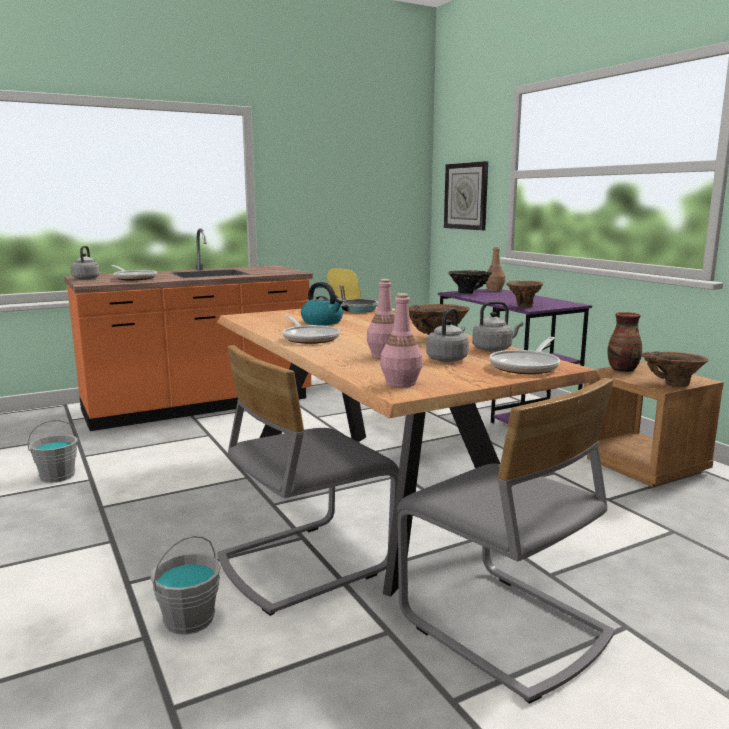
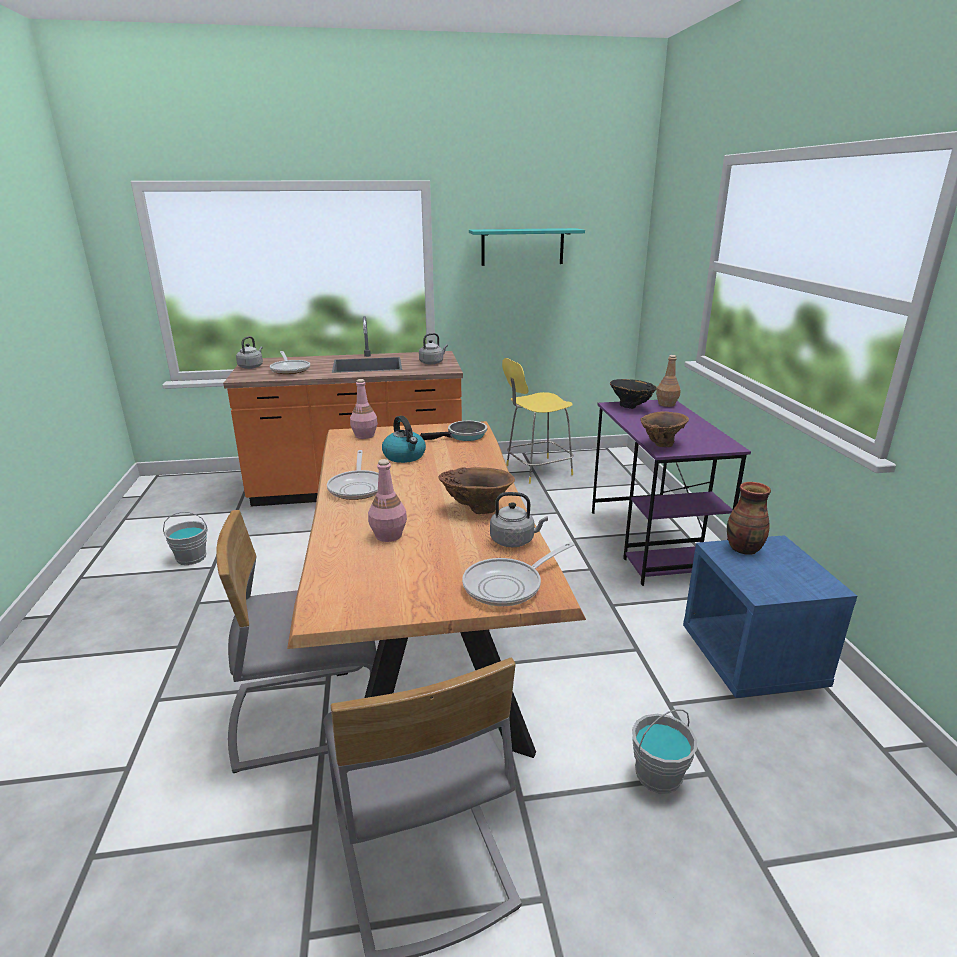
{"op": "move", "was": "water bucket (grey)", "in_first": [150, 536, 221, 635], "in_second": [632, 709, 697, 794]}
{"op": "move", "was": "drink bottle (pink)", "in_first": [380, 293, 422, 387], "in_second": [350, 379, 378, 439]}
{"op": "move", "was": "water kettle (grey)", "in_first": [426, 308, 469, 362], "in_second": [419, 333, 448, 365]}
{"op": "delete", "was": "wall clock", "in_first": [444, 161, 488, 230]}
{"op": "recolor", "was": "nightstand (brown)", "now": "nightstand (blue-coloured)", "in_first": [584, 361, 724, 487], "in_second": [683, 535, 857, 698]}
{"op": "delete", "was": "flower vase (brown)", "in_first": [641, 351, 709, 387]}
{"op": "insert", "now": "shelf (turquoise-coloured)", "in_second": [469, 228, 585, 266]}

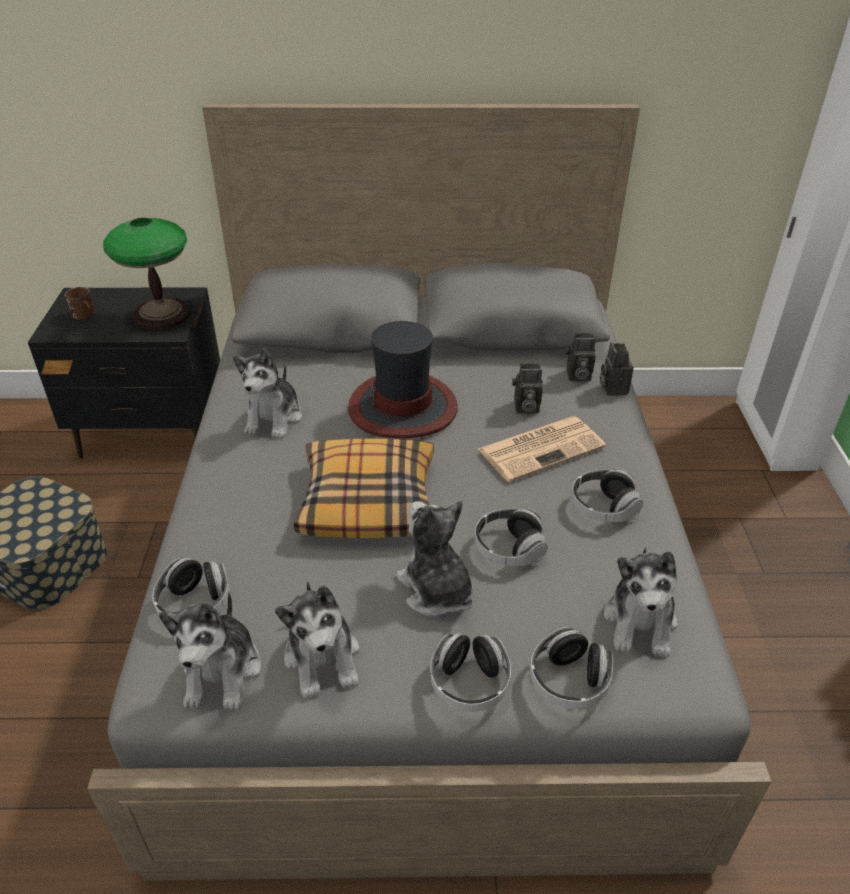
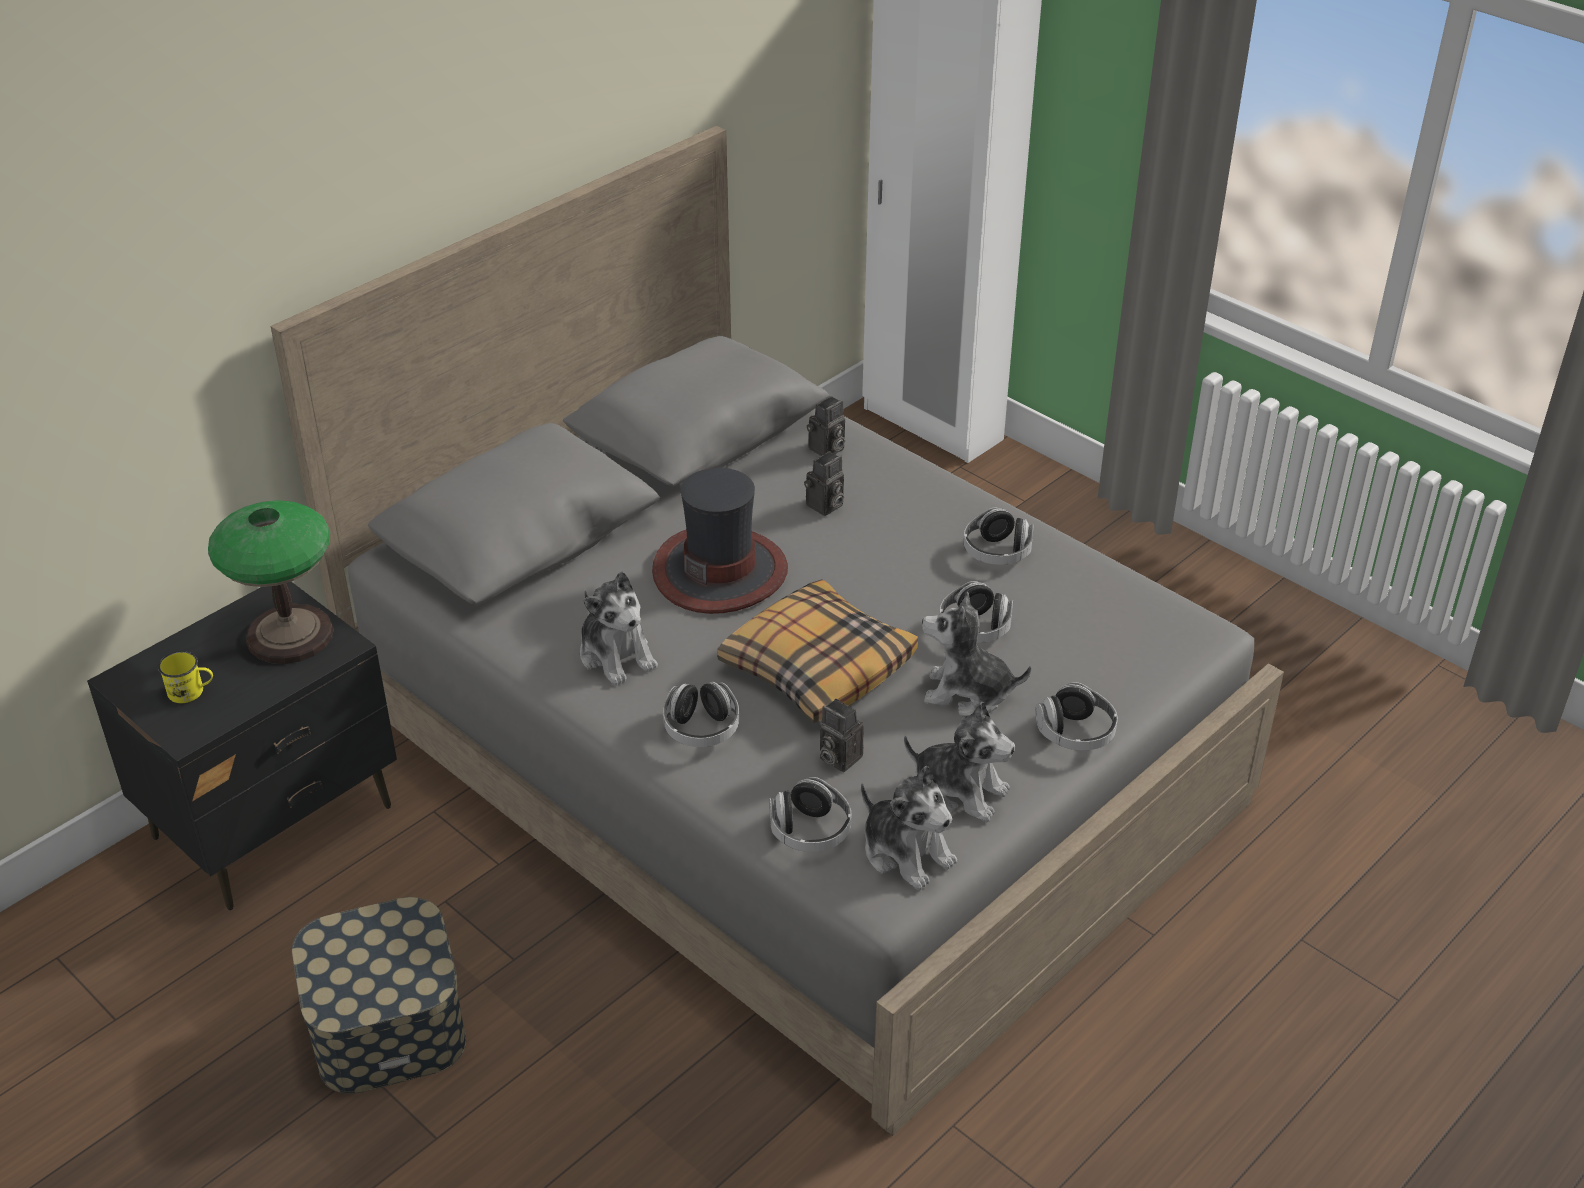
{"op": "recolor", "was": "tea mug (brown)", "now": "tea mug (yellow-coloured)", "in_first": [64, 287, 95, 320], "in_second": [158, 651, 213, 703]}
{"op": "delete", "was": "newspaper", "in_first": [478, 416, 606, 482]}
{"op": "move", "was": "headphones", "in_first": [530, 627, 613, 709], "in_second": [663, 682, 739, 747]}
{"op": "move", "was": "photo camera", "in_first": [600, 342, 634, 396], "in_second": [820, 699, 864, 772]}
{"op": "delete", "was": "cuddly toy", "in_first": [604, 547, 678, 658]}

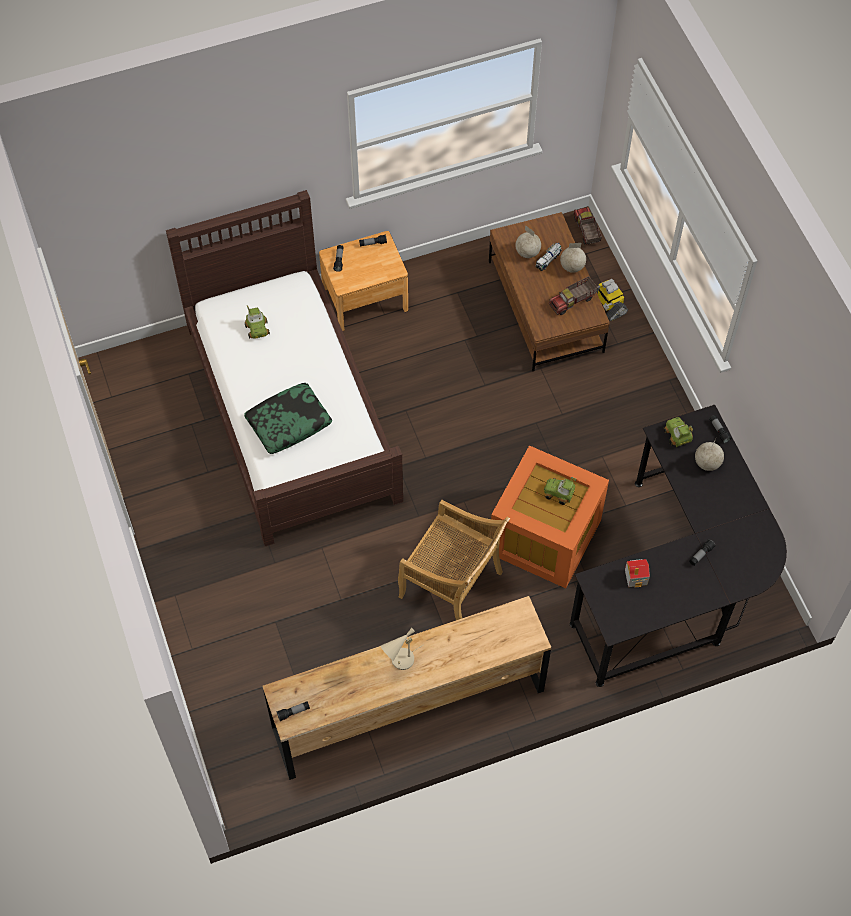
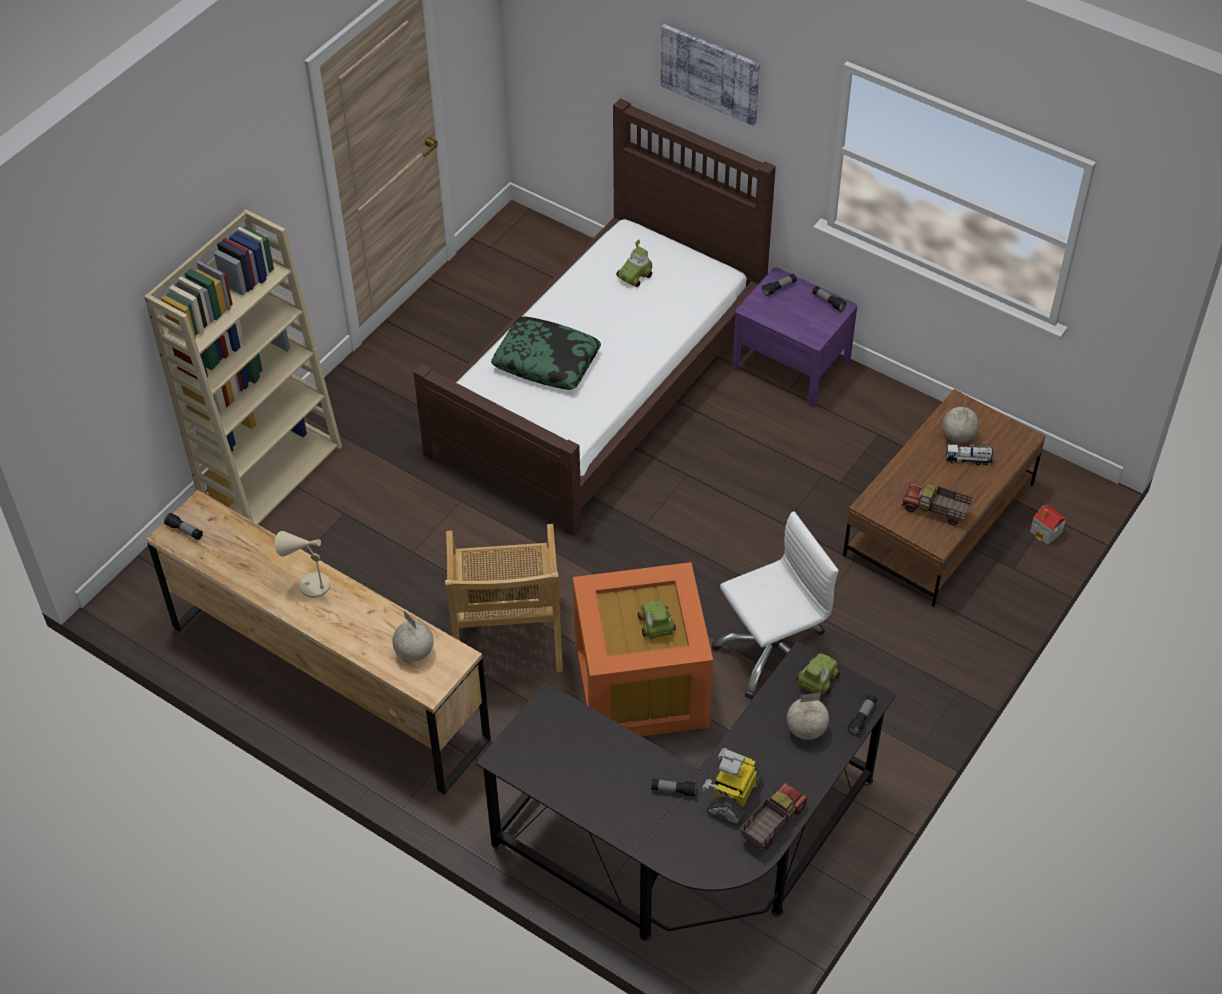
{"op": "recolor", "was": "nightstand (brown)", "now": "nightstand (purple)", "in_first": [319, 231, 408, 331], "in_second": [732, 267, 857, 407]}
{"op": "move", "was": "globe", "in_first": [560, 243, 586, 273], "in_second": [392, 611, 434, 662]}
{"op": "move", "was": "model truck", "in_first": [573, 207, 602, 245], "in_second": [740, 782, 807, 851]}
{"op": "move", "was": "robot figure", "in_first": [596, 279, 628, 321], "in_second": [702, 748, 763, 825]}
{"op": "move", "was": "model house", "in_first": [625, 559, 650, 587], "in_second": [1030, 505, 1067, 545]}
{"op": "insert", "now": "bookcase (beige-coloured)", "in_second": [144, 209, 342, 524]}
{"op": "insert", "now": "wall picture", "in_second": [660, 24, 760, 126]}
{"op": "insert", "now": "computer chair (white-coloured)", "in_second": [712, 511, 839, 699]}

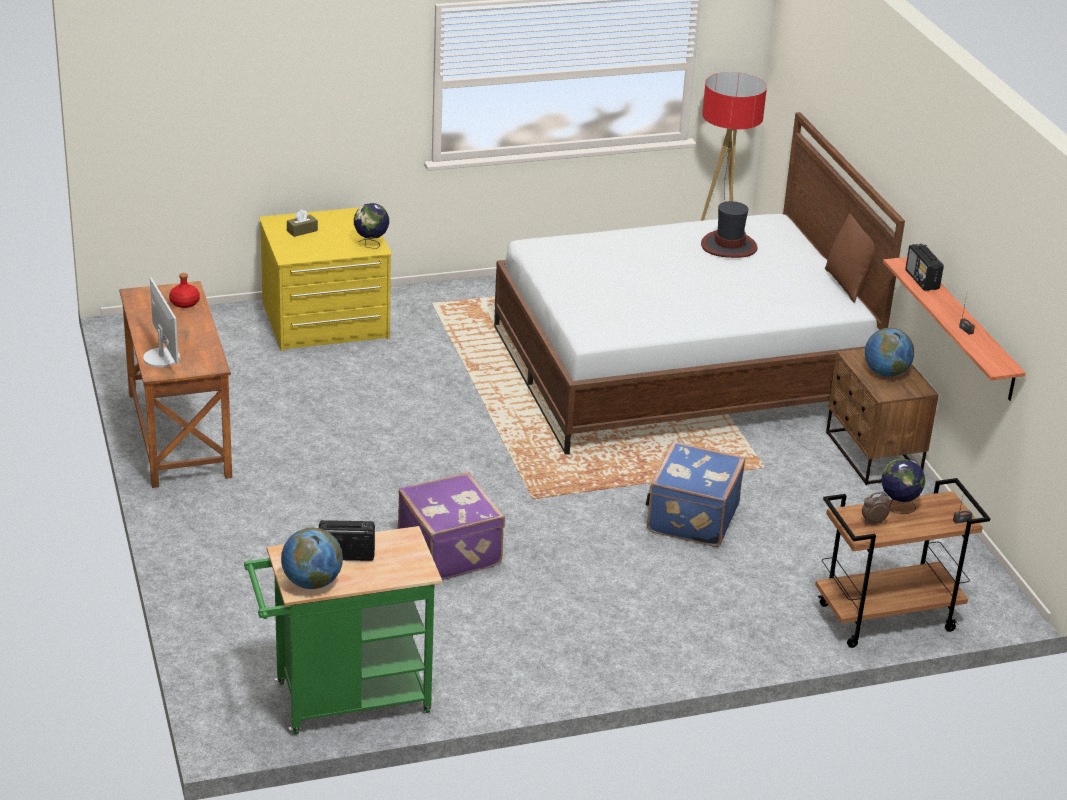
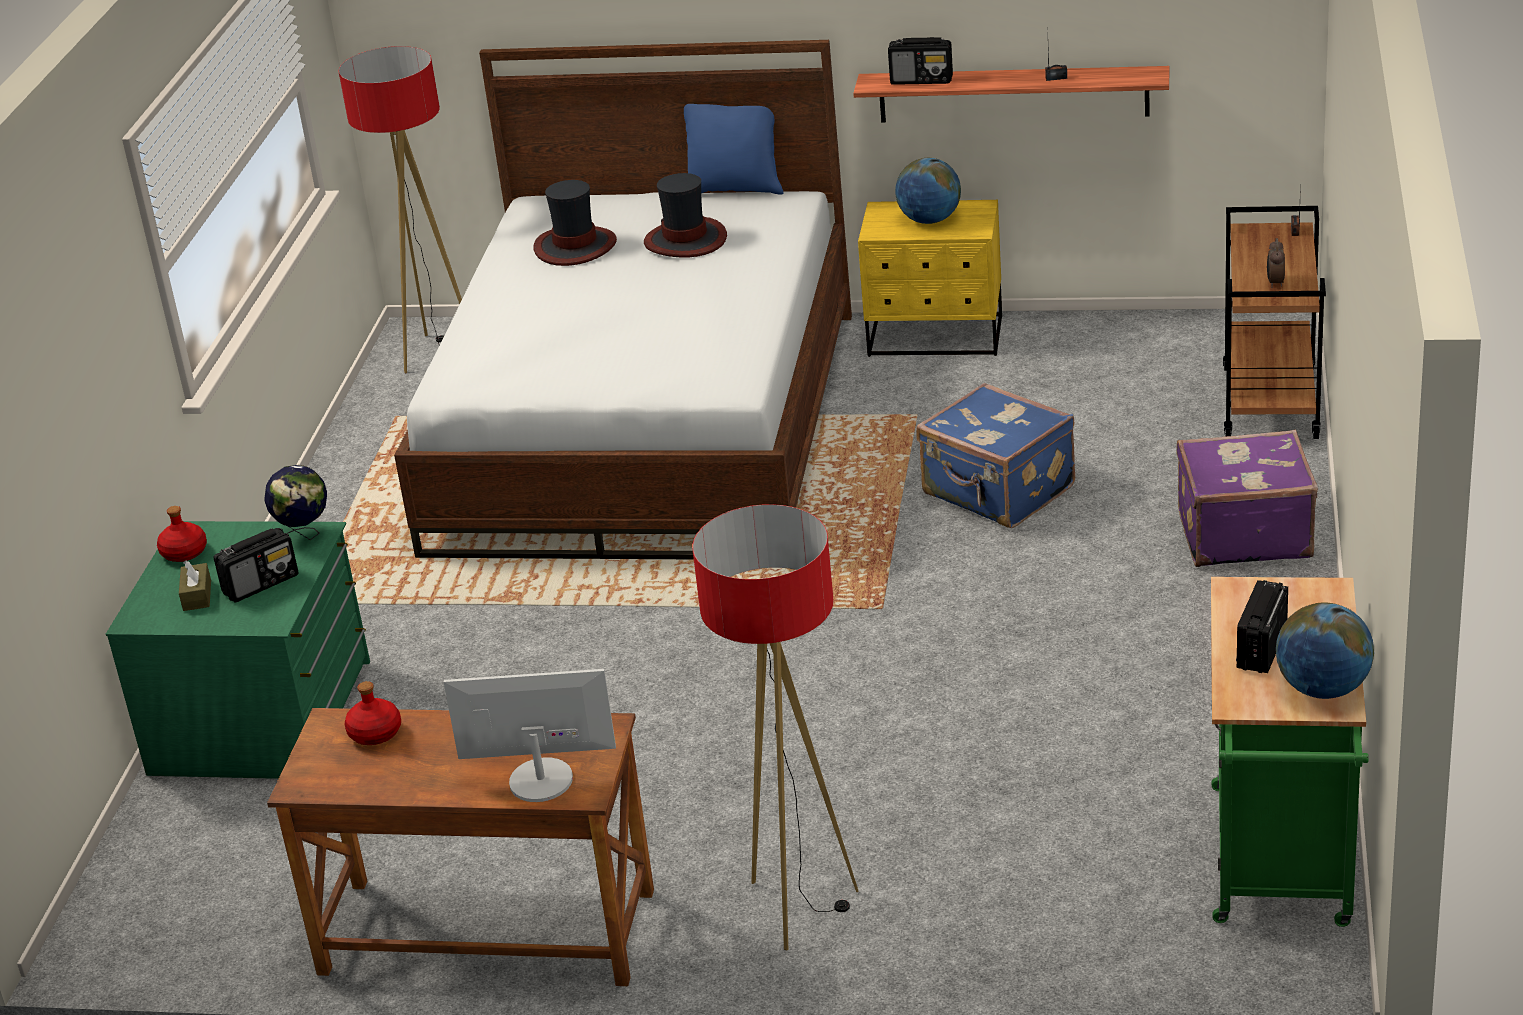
{"op": "recolor", "was": "chest of drawers (yellow-coloured)", "now": "chest of drawers (green)", "in_first": [259, 207, 392, 351], "in_second": [106, 521, 370, 779]}
{"op": "move", "was": "piece of luggage (purple)", "in_first": [398, 472, 505, 580], "in_second": [1177, 430, 1318, 567]}
{"op": "recolor", "was": "pillow (brown)", "now": "pillow (blue-coloured)", "in_first": [825, 213, 875, 303], "in_second": [684, 104, 784, 194]}
{"op": "recolor", "was": "nightstand (brown)", "now": "nightstand (yellow-coloured)", "in_first": [826, 348, 939, 485], "in_second": [858, 200, 1002, 357]}
{"op": "delete", "was": "globe", "in_first": [881, 459, 925, 514]}
{"op": "insert", "now": "drink bottle (reddish)", "in_second": [157, 506, 207, 562]}
{"op": "insert", "now": "radio receiver", "in_second": [213, 528, 298, 603]}
{"op": "insert", "now": "clothing hat", "in_second": [644, 173, 727, 258]}
{"op": "insert", "now": "floor lamp", "in_second": [692, 504, 858, 951]}

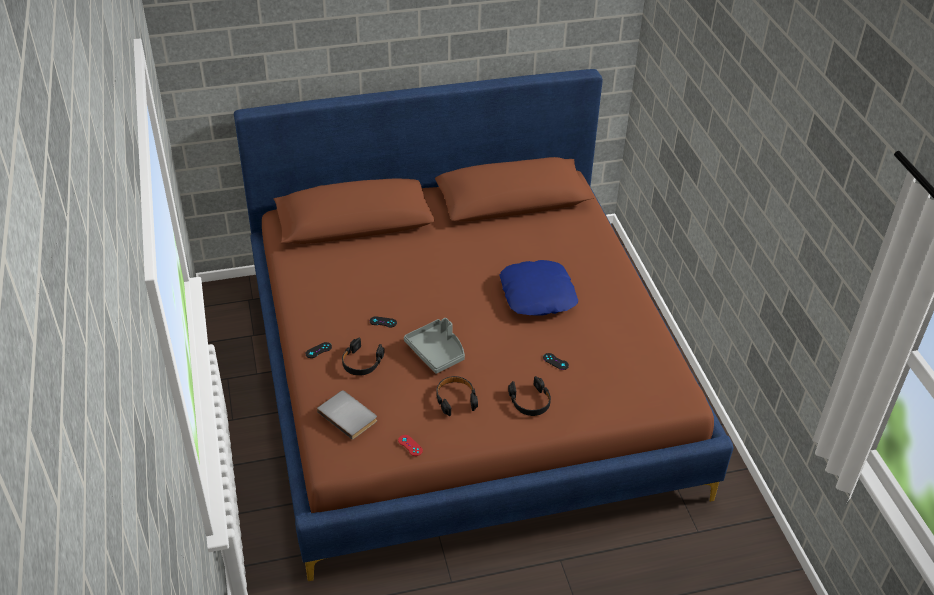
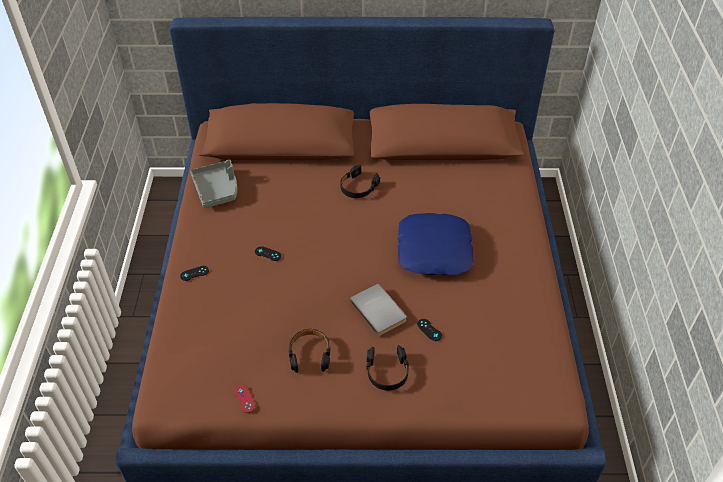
{"op": "move", "was": "book (grey)", "in_first": [317, 390, 377, 440], "in_second": [350, 284, 407, 336]}
{"op": "move", "was": "headphones (black-coloured)", "in_first": [342, 338, 385, 376], "in_second": [340, 165, 380, 198]}
{"op": "move", "was": "tray (grey)", "in_first": [404, 318, 465, 374], "in_second": [190, 160, 237, 208]}

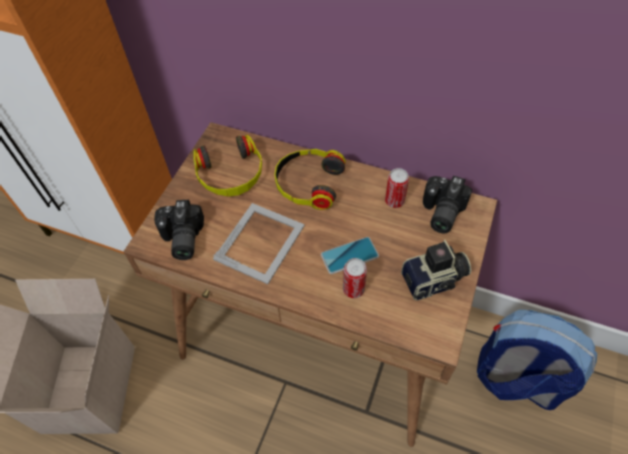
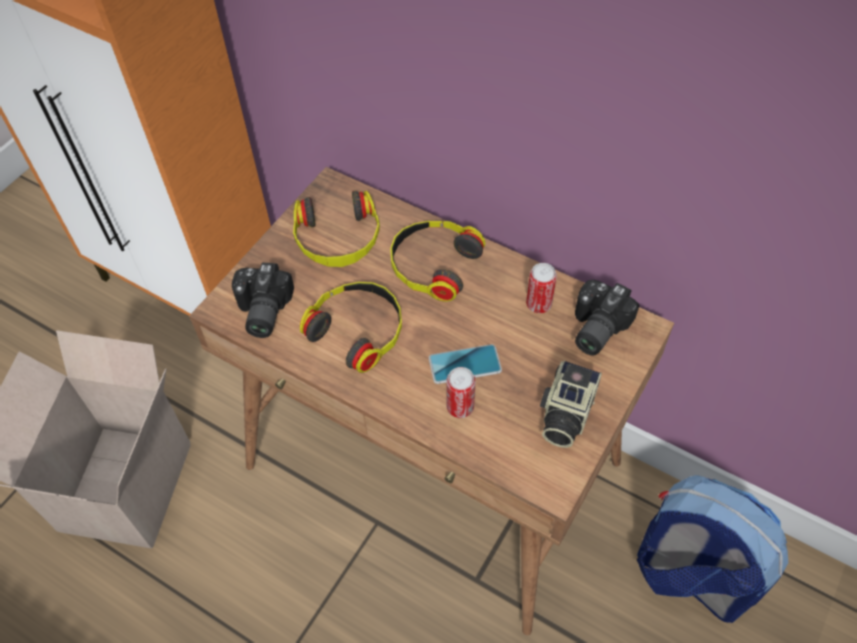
{"op": "replace", "was": "photo frame", "now": "headphones", "in_first": [213, 203, 305, 284], "in_second": [300, 282, 402, 373]}
{"op": "rotate", "was": "photo camera", "in_first": [401, 240, 471, 300], "in_second": [540, 361, 602, 448], "clockwise": 120}

